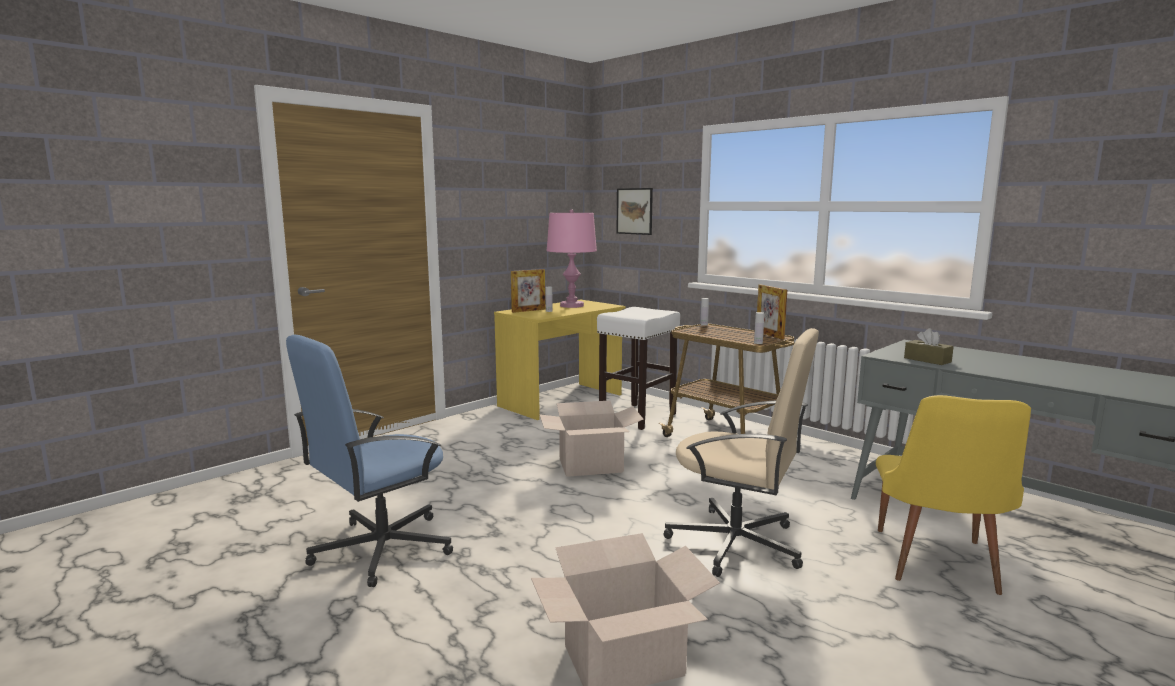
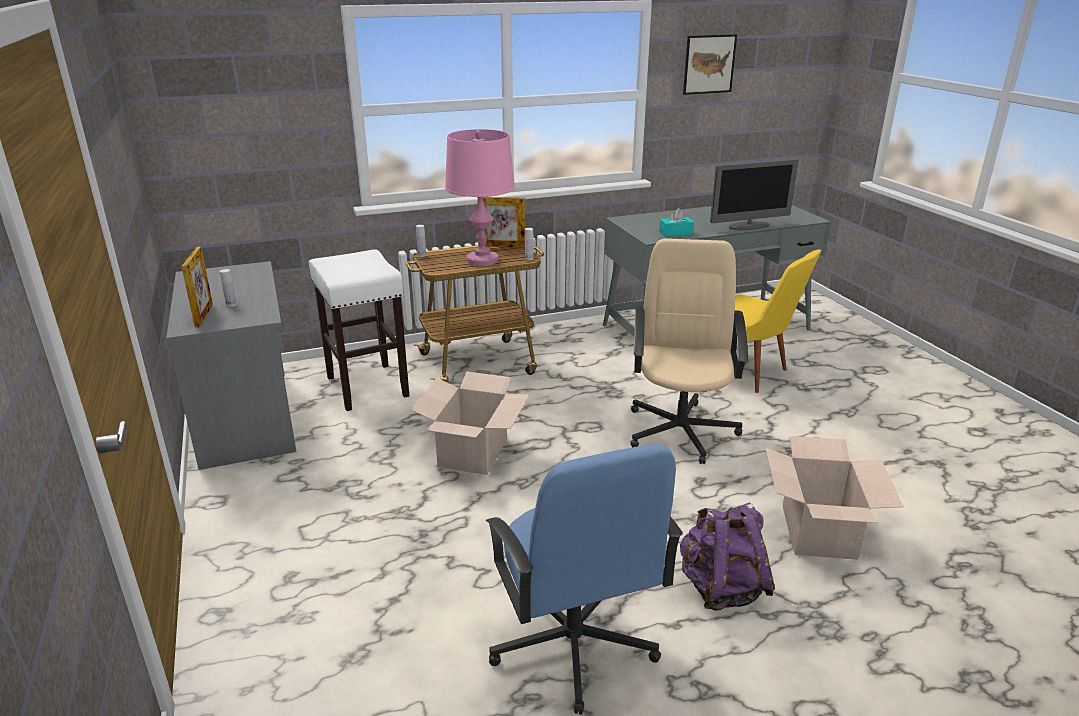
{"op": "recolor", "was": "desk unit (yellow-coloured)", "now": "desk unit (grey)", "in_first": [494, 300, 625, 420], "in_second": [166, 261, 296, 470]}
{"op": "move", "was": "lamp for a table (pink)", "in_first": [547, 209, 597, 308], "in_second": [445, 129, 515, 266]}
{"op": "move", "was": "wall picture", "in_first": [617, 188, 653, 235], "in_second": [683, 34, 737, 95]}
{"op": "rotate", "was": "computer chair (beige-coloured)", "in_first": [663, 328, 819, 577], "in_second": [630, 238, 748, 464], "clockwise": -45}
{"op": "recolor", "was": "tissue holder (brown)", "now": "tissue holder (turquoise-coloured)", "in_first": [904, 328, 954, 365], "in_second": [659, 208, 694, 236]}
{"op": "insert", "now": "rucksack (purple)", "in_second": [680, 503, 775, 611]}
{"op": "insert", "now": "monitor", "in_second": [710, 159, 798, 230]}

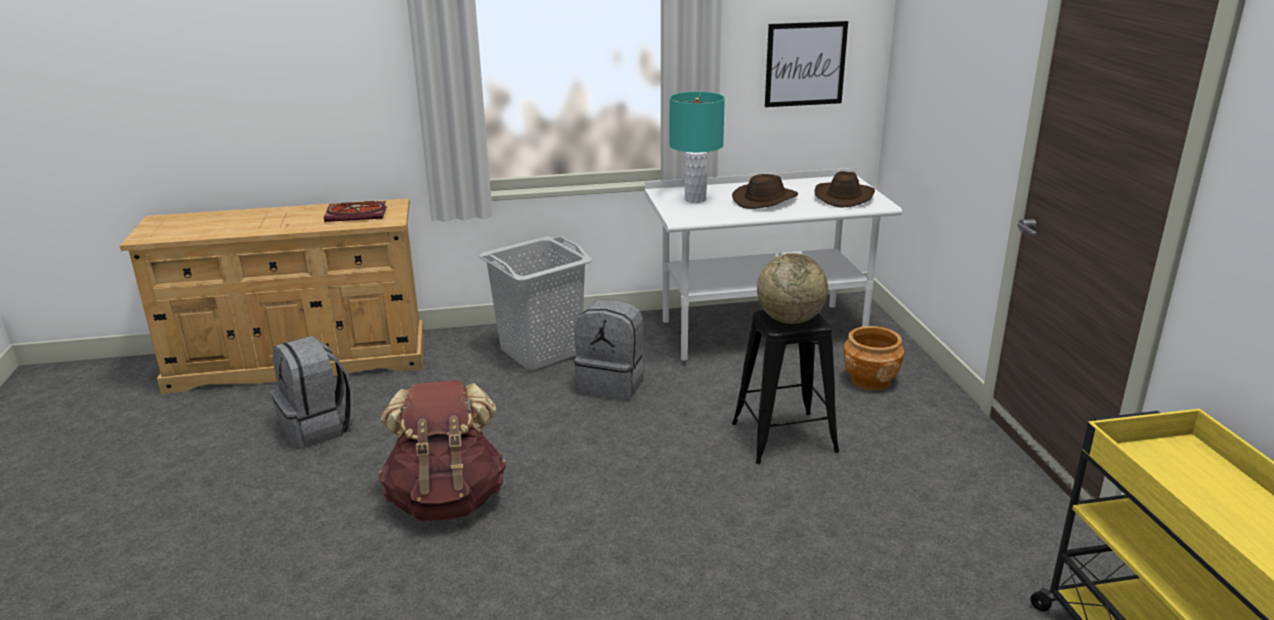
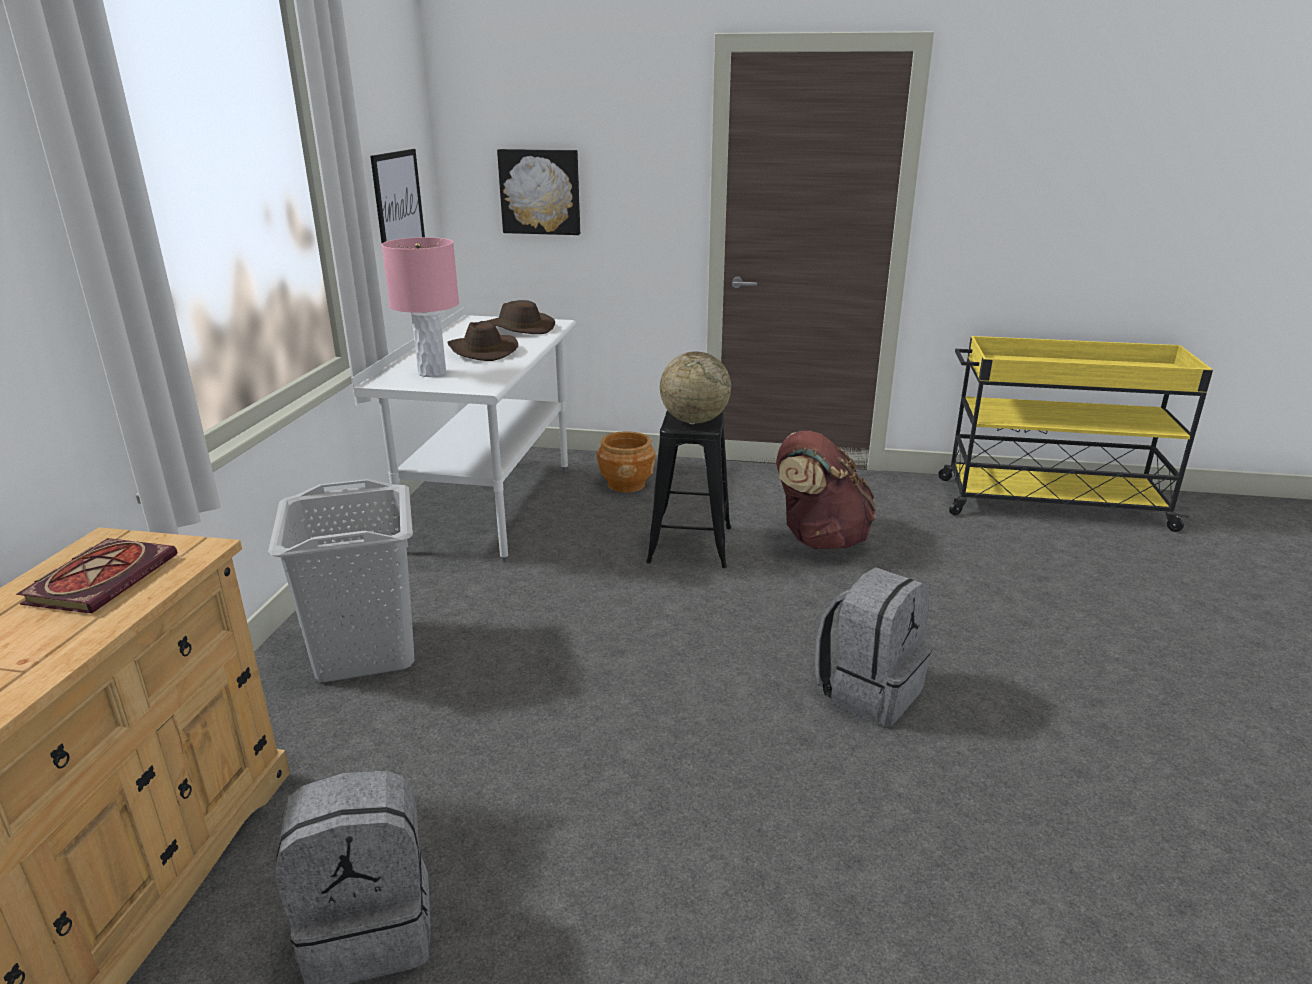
{"op": "move", "was": "rucksack (brown)", "in_first": [378, 380, 506, 521], "in_second": [776, 431, 876, 549]}
{"op": "move", "was": "rucksack (grey)", "in_first": [574, 299, 645, 401], "in_second": [815, 567, 933, 726]}
{"op": "recolor", "was": "lamp for a table (turquoise-coloured)", "now": "lamp for a table (pink)", "in_first": [669, 92, 725, 203], "in_second": [382, 237, 459, 377]}
{"op": "insert", "now": "wall picture", "in_second": [497, 149, 580, 235]}

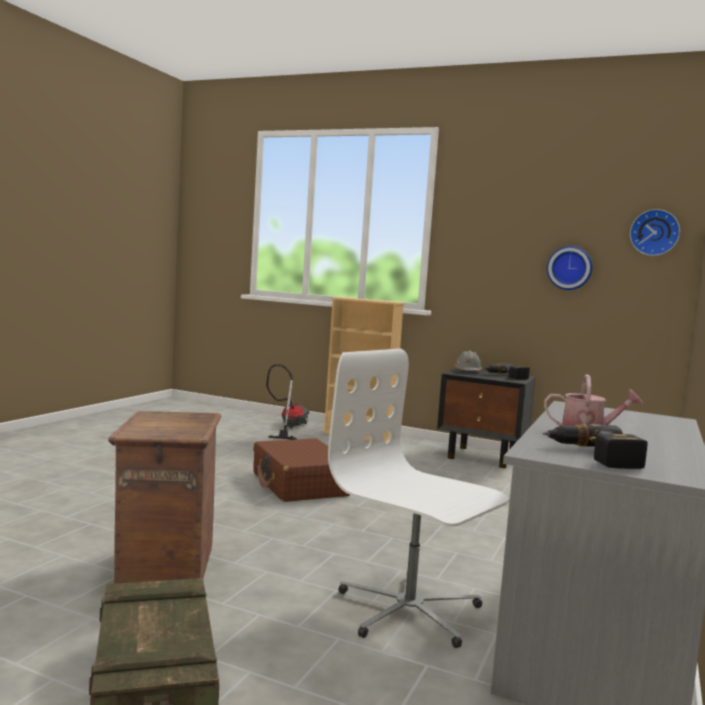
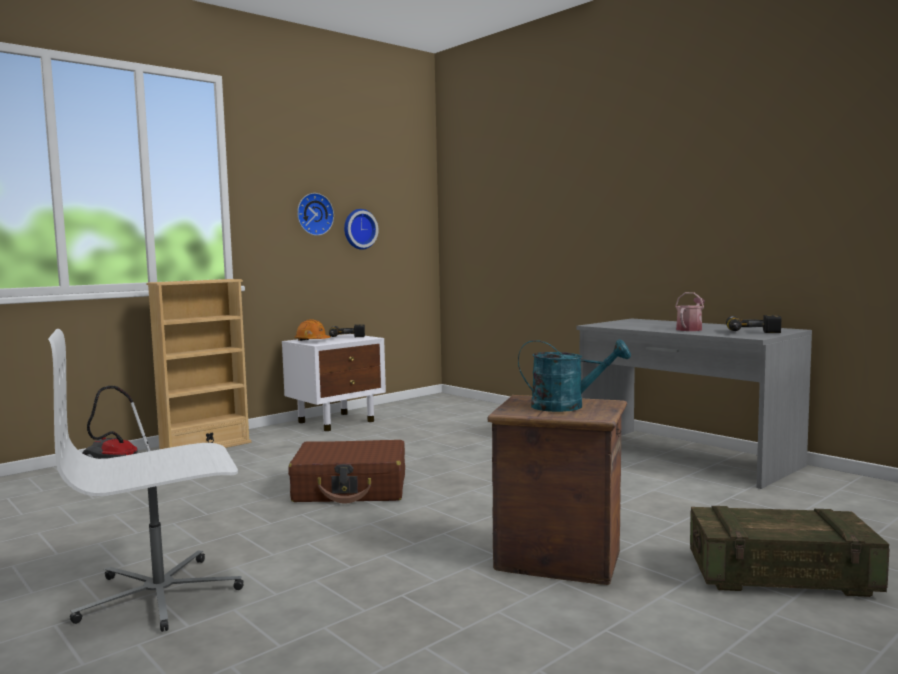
{"op": "move", "was": "computer chair (white-coloured)", "in_first": [328, 349, 508, 648], "in_second": [48, 329, 243, 632]}
{"op": "recolor", "was": "nightstand (black-coloured)", "now": "nightstand (white-coloured)", "in_first": [437, 368, 536, 468], "in_second": [282, 334, 386, 431]}
{"op": "recolor", "was": "hard hat (grey)", "now": "hard hat (orange)", "in_first": [454, 351, 482, 371], "in_second": [295, 319, 331, 341]}
{"op": "move", "was": "wall clock", "in_first": [630, 209, 680, 256], "in_second": [297, 193, 334, 236]}
{"op": "insert", "now": "watering can (turquoise-coloured)", "in_second": [518, 339, 631, 412]}

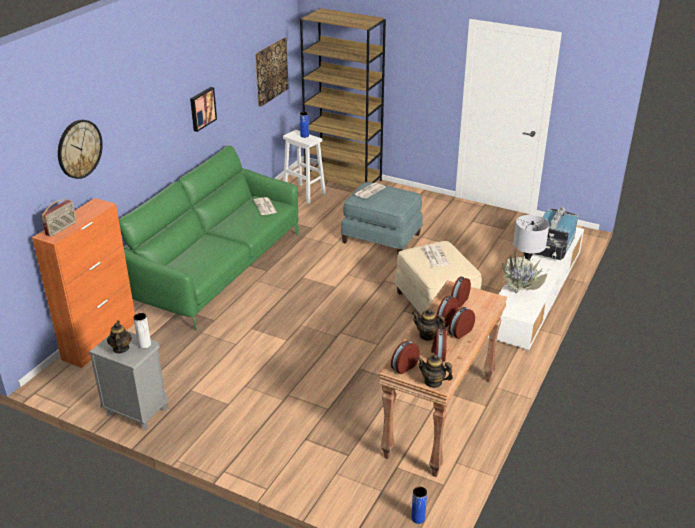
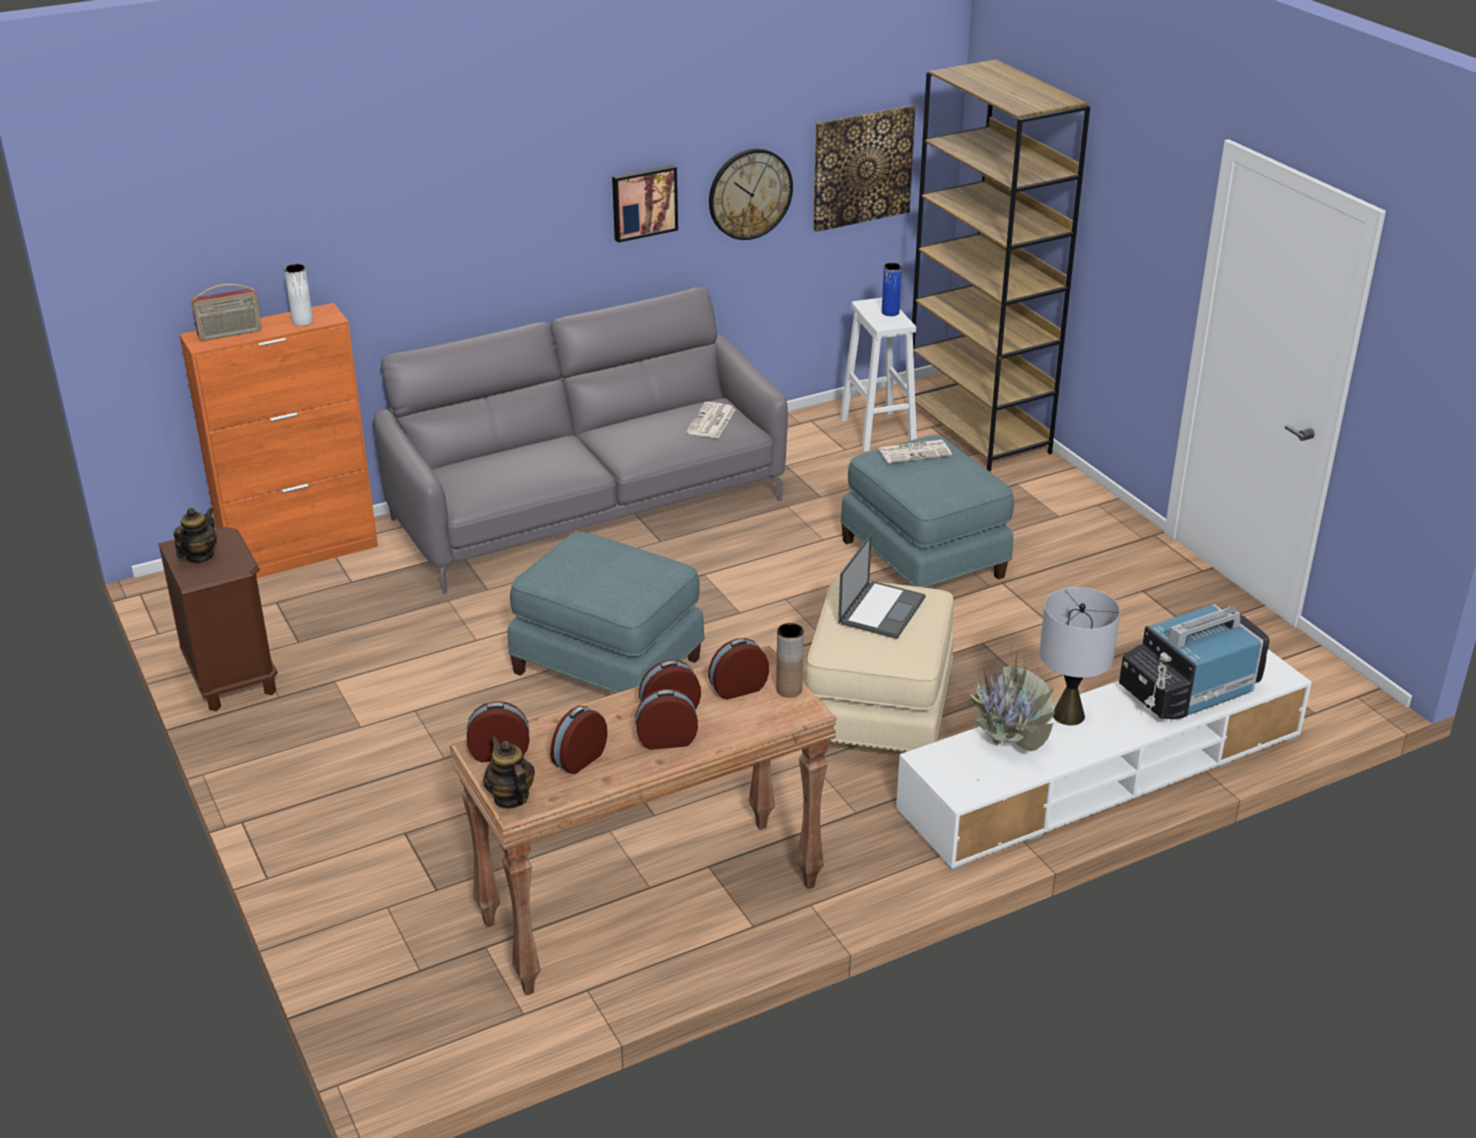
{"op": "move", "was": "wall clock", "in_first": [58, 120, 103, 179], "in_second": [709, 149, 793, 240]}
{"op": "recolor", "was": "nightstand (grey)", "now": "nightstand (brown)", "in_first": [89, 331, 168, 430], "in_second": [158, 527, 277, 711]}
{"op": "recolor", "was": "settee (green)", "now": "settee (grey)", "in_first": [119, 146, 299, 331], "in_second": [373, 287, 788, 594]}
{"op": "move", "was": "flower vase (white-coloured)", "in_first": [133, 313, 151, 349], "in_second": [284, 264, 313, 326]}
{"op": "delete", "was": "flower vase (blue-coloured)", "in_first": [411, 487, 427, 524]}
{"op": "delete", "was": "pot for tea", "in_first": [412, 309, 446, 341]}
{"op": "replace", "was": "newspaper", "now": "notebook computer", "in_first": [422, 245, 449, 267], "in_second": [838, 534, 926, 639]}
{"op": "insert", "now": "footrest (blue-coloured)", "in_second": [508, 532, 705, 694]}
{"op": "insert", "now": "flower vase (brown)", "in_second": [776, 623, 804, 698]}

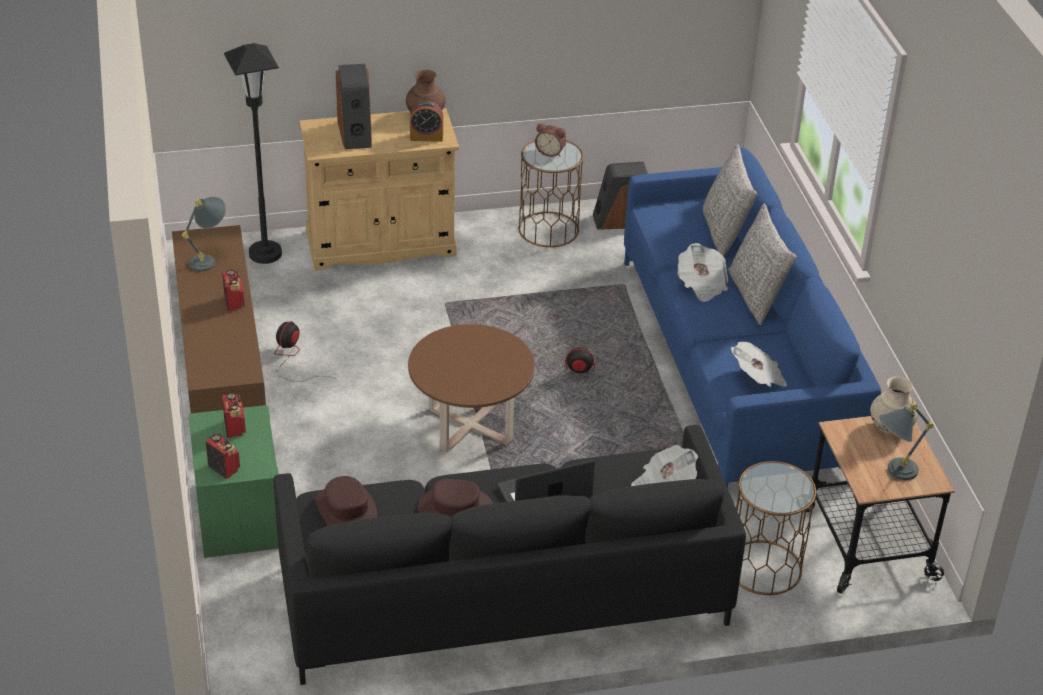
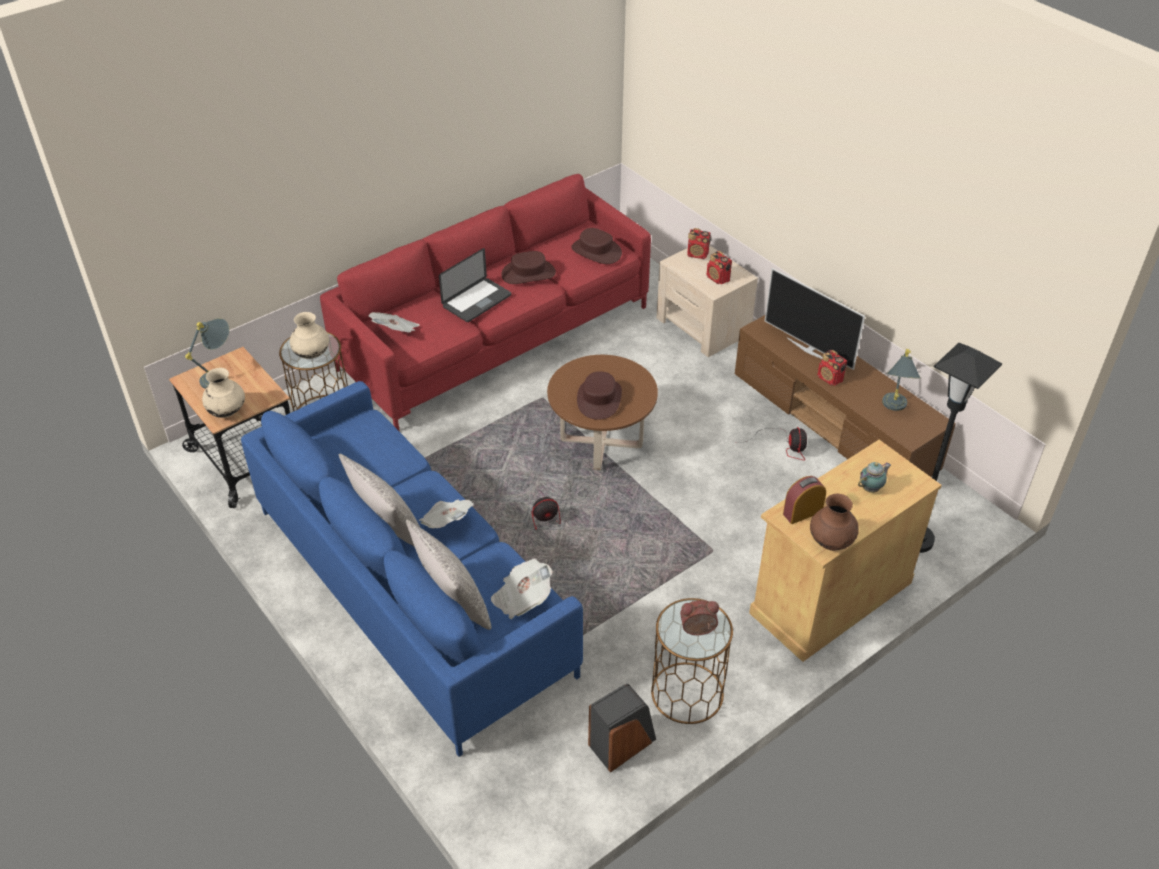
{"op": "recolor", "was": "nightstand (green)", "now": "nightstand (beige-coloured)", "in_first": [188, 405, 279, 558], "in_second": [656, 245, 758, 357]}
{"op": "recolor", "was": "settee (black-coloured)", "now": "settee (reddish)", "in_first": [274, 425, 746, 685], "in_second": [320, 174, 651, 431]}
{"op": "replace", "was": "loudspeaker", "now": "pot for tea", "in_first": [336, 64, 372, 149], "in_second": [858, 462, 891, 493]}
{"op": "move", "was": "newspaper", "in_first": [731, 342, 787, 387], "in_second": [491, 559, 553, 619]}
{"op": "insert", "now": "flower vase (beige-coloured)", "in_second": [290, 312, 329, 359]}
{"op": "insert", "now": "clothing hat (brown)", "in_second": [577, 371, 622, 420]}
{"op": "insert", "now": "TV set", "in_second": [765, 268, 865, 370]}

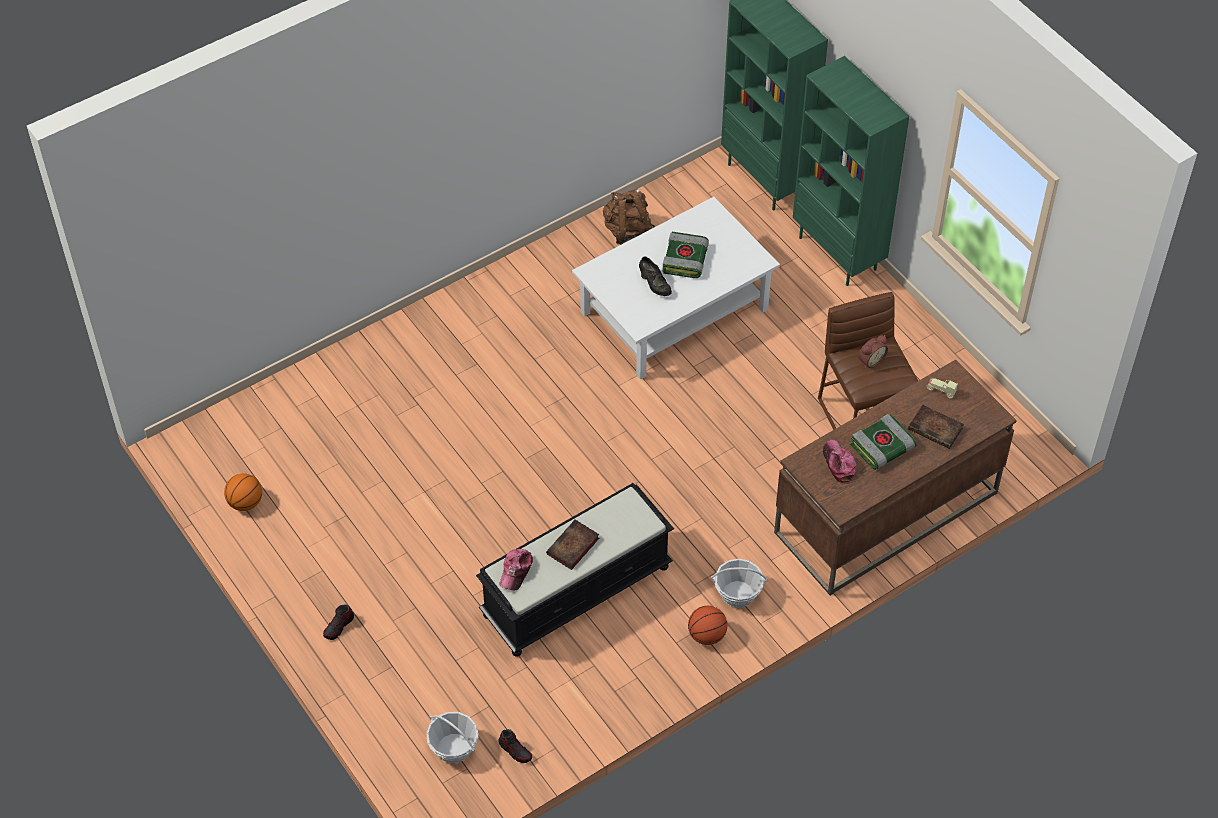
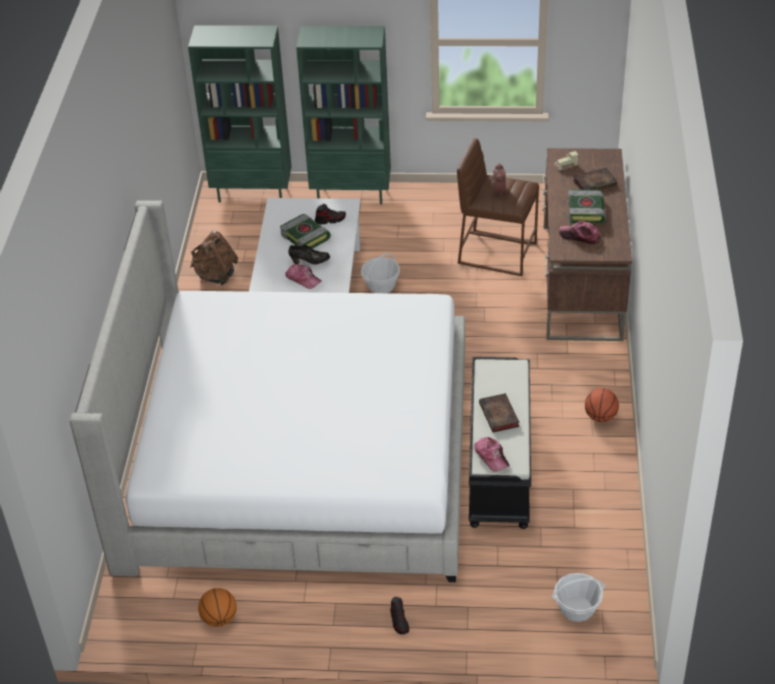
{"op": "move", "was": "item of footwear", "in_first": [499, 729, 532, 763], "in_second": [315, 204, 346, 224]}
{"op": "move", "was": "storage basket", "in_first": [711, 559, 768, 608], "in_second": [361, 253, 400, 293]}
{"op": "insert", "now": "sleeping bed", "in_second": [70, 200, 465, 582]}
{"op": "insert", "now": "peaked cap", "in_second": [285, 264, 321, 289]}

